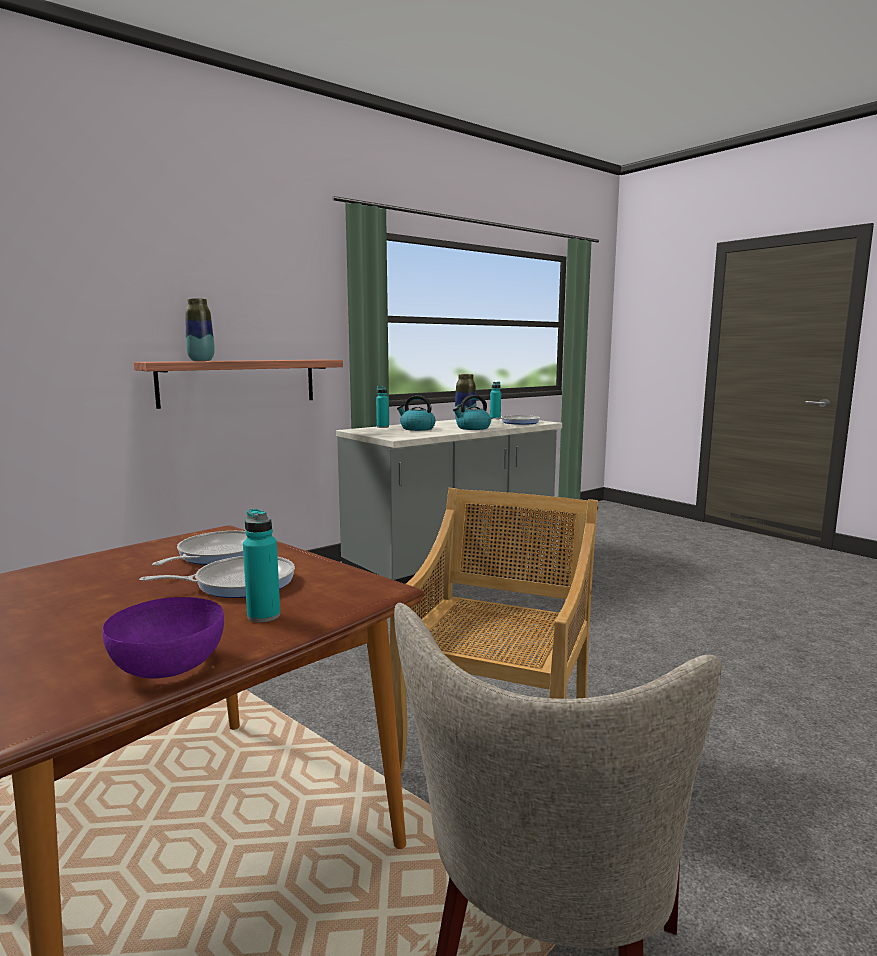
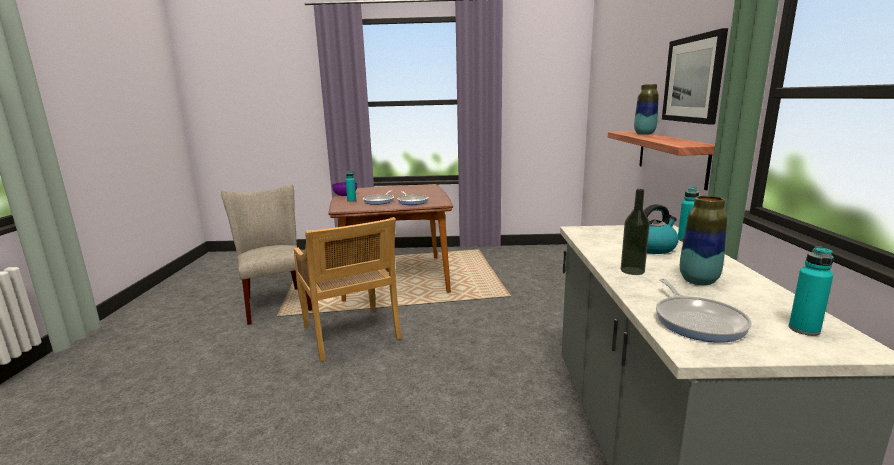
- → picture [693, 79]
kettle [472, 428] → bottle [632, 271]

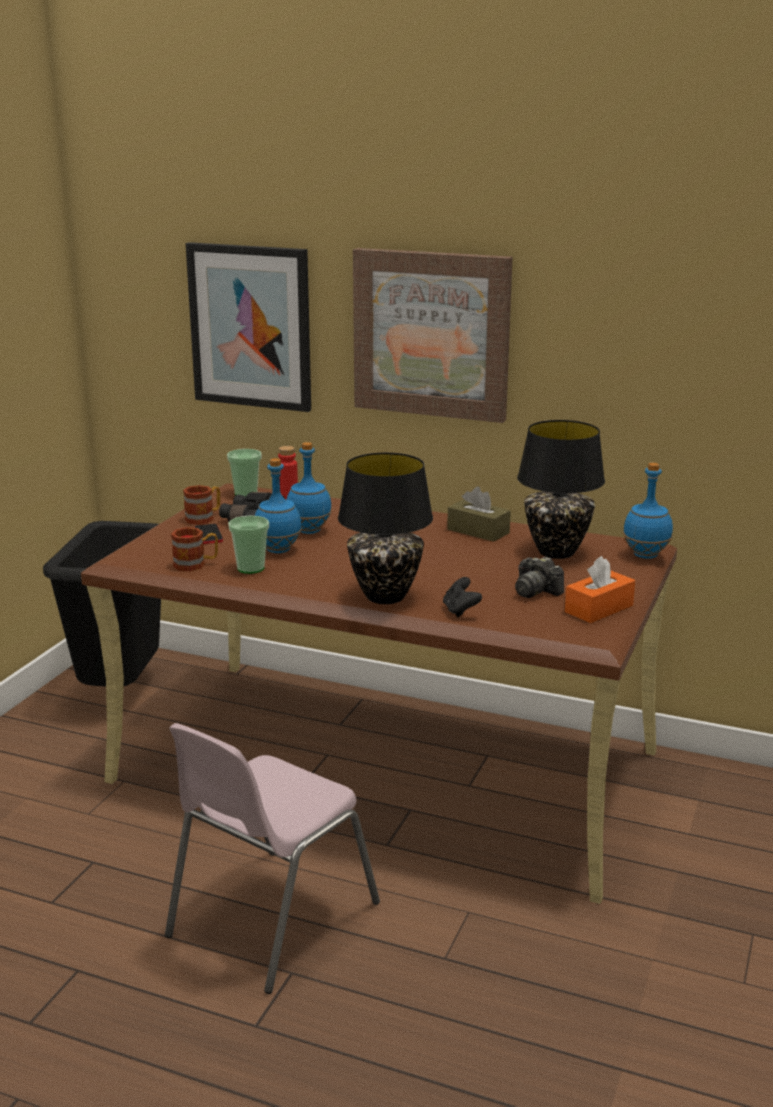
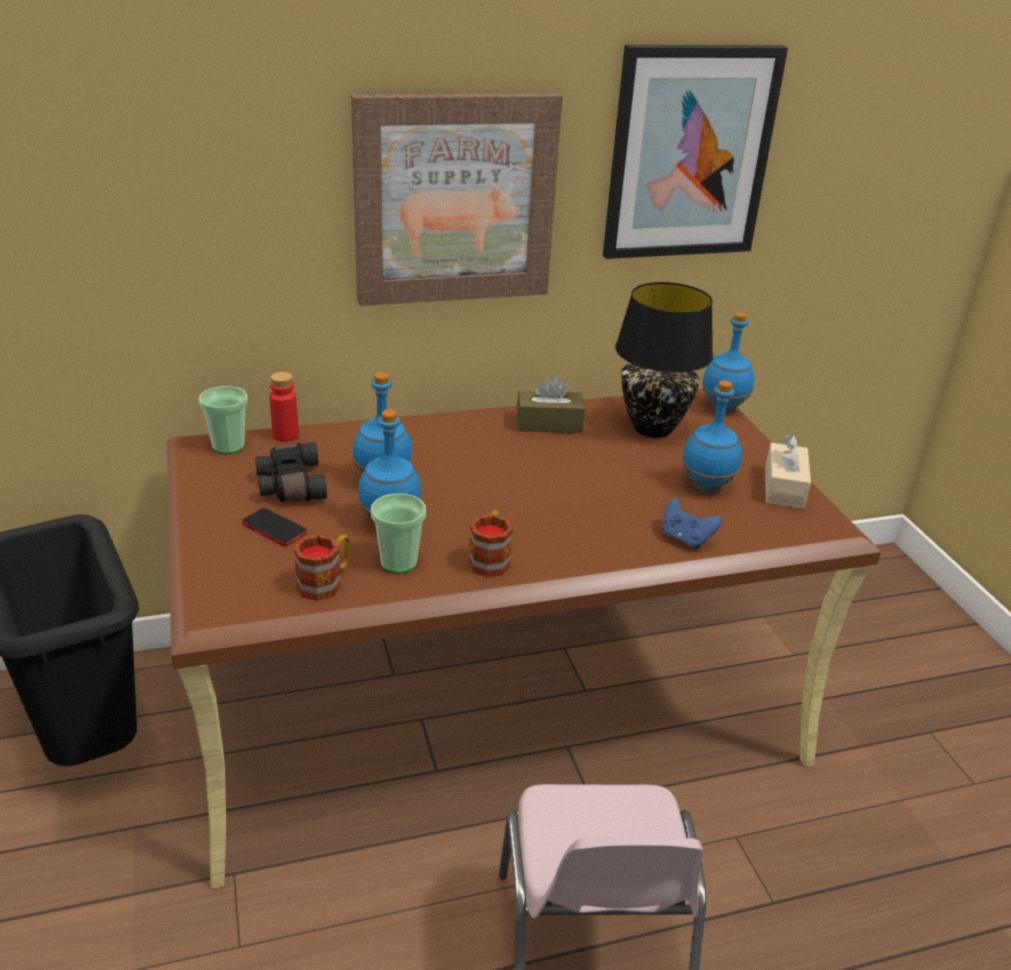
black table lamp [386, 596] → -
mug [204, 518] → mug [490, 559], moved
picture [250, 326] → picture [689, 153], moved
photo camera [535, 591] → blue bottle [707, 485]
black game controller [460, 611] → blue game controller [685, 539]
orange tissue box [599, 609] → beige tissue box [784, 488]

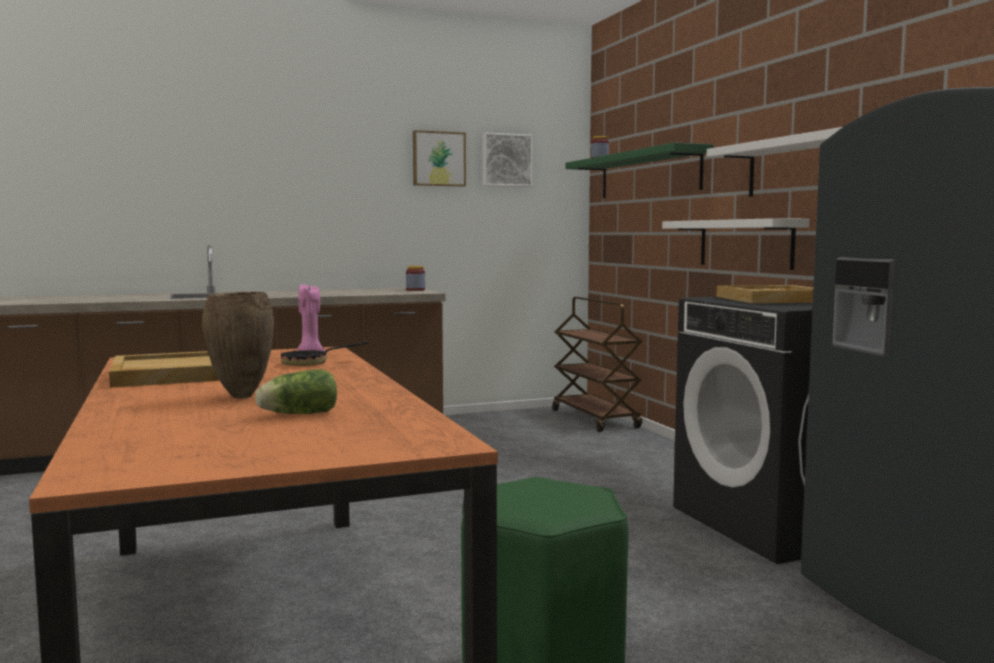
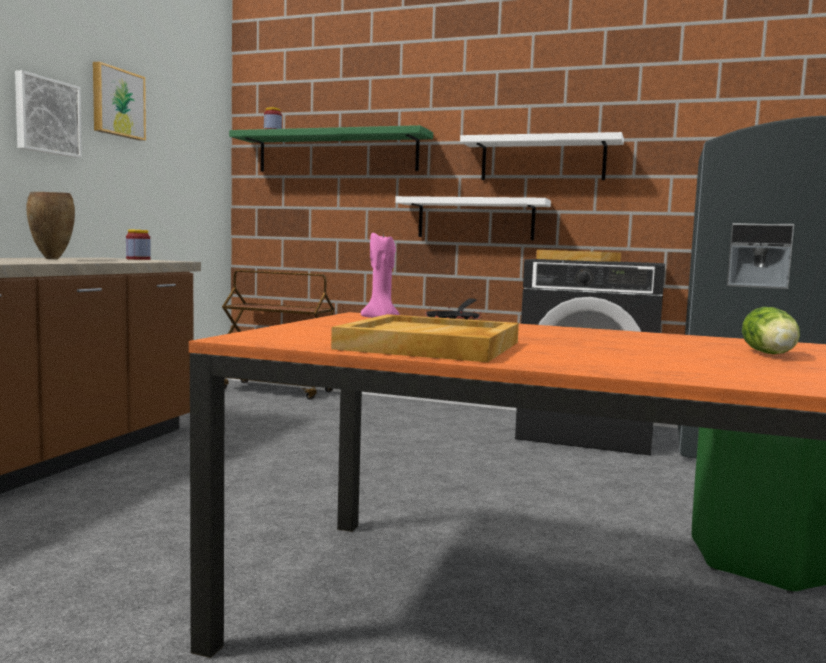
brown vase [240, 397] → brown vase [51, 259], moved
picture [506, 160] → picture [46, 116], moved

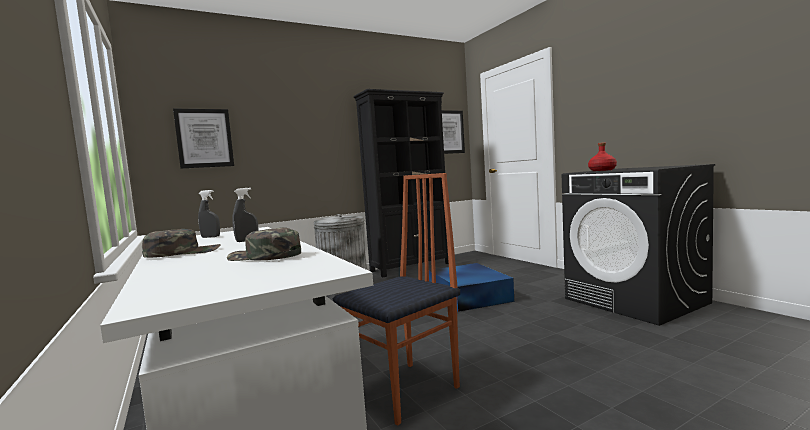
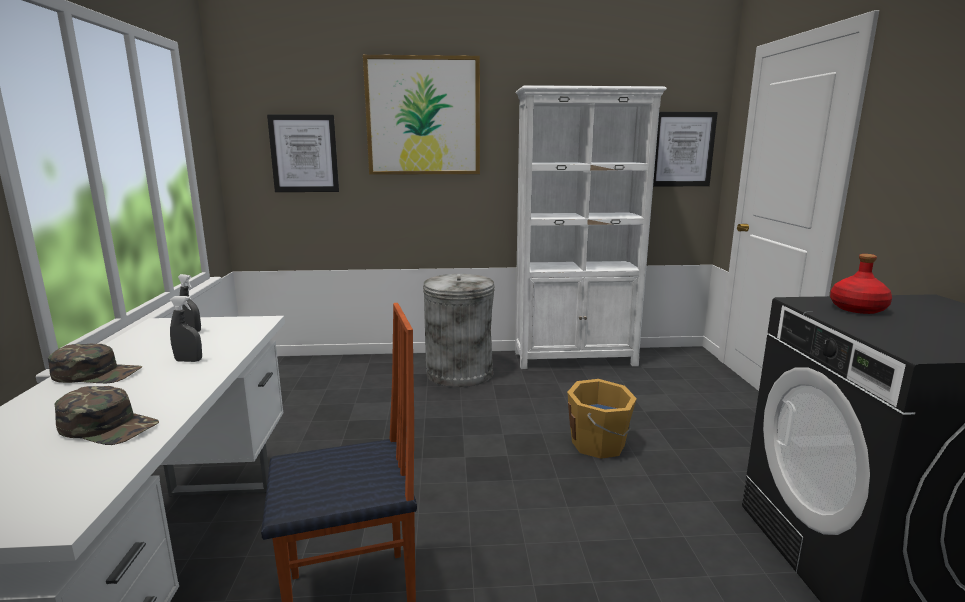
- → picture [423, 116]
blue storage box [469, 295] → orange bucket [599, 444]
black bookcase [411, 267] → white bookcase [575, 359]
green cap [264, 256] → green cap [109, 426], 150 degrees clockwise

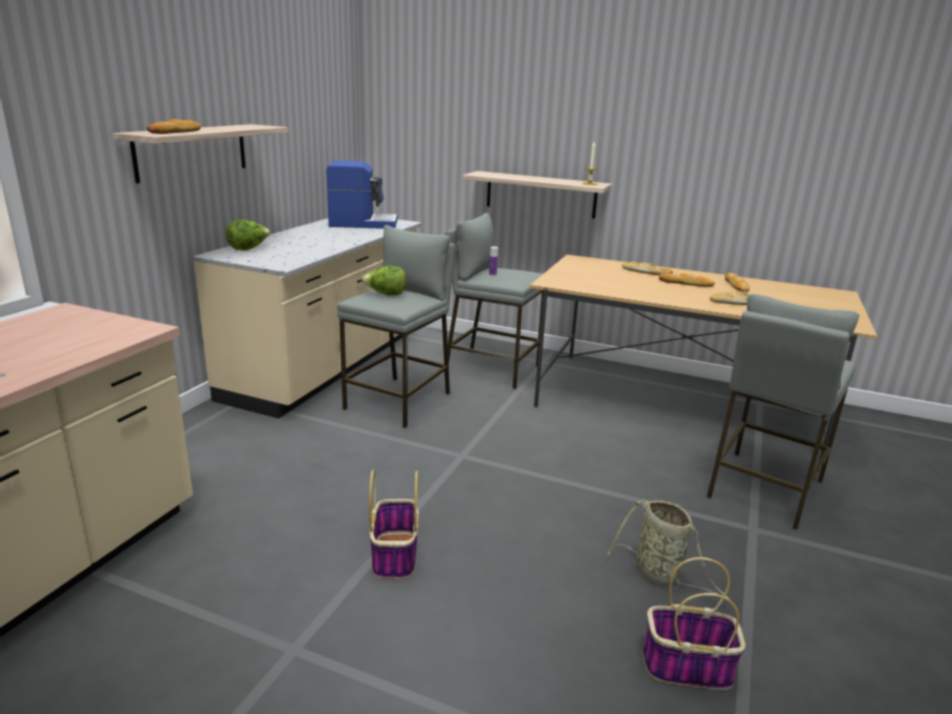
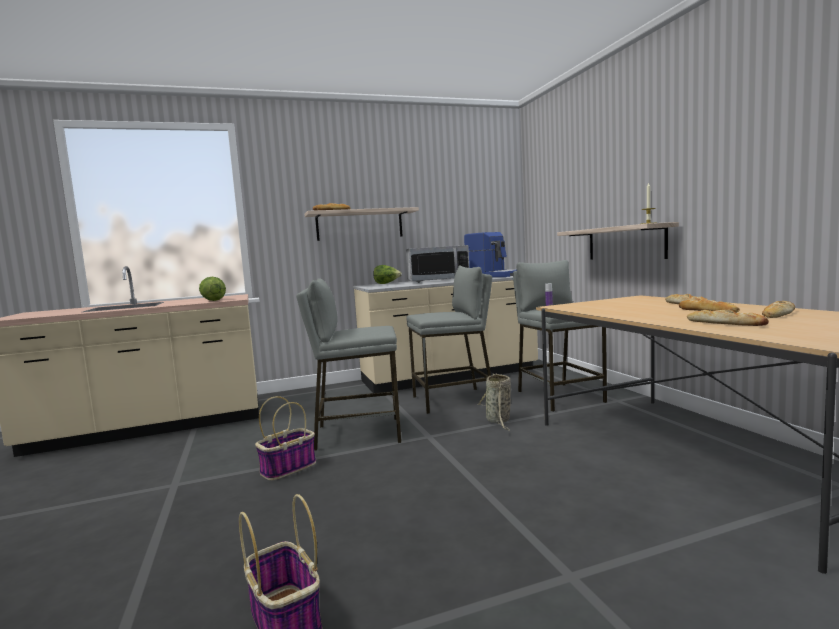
- → microwave [438, 280]
lettuce [385, 295] → lettuce [213, 300], moved
basket [660, 574] → basket [498, 421], moved
grey stool [763, 488] → grey stool [358, 433], moved

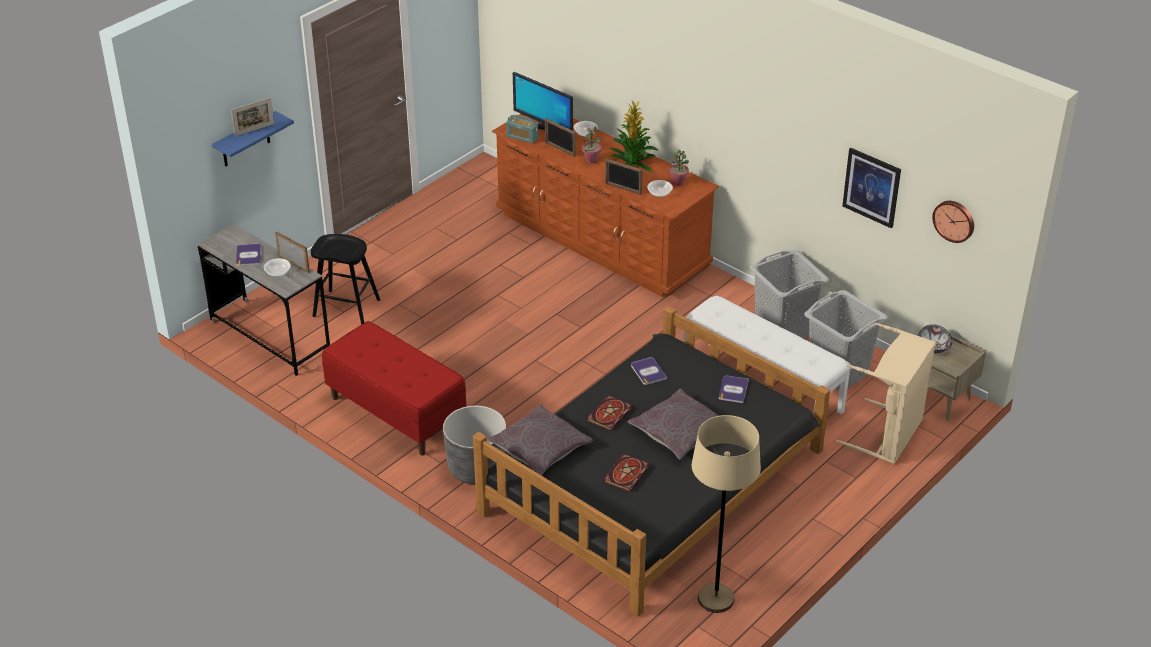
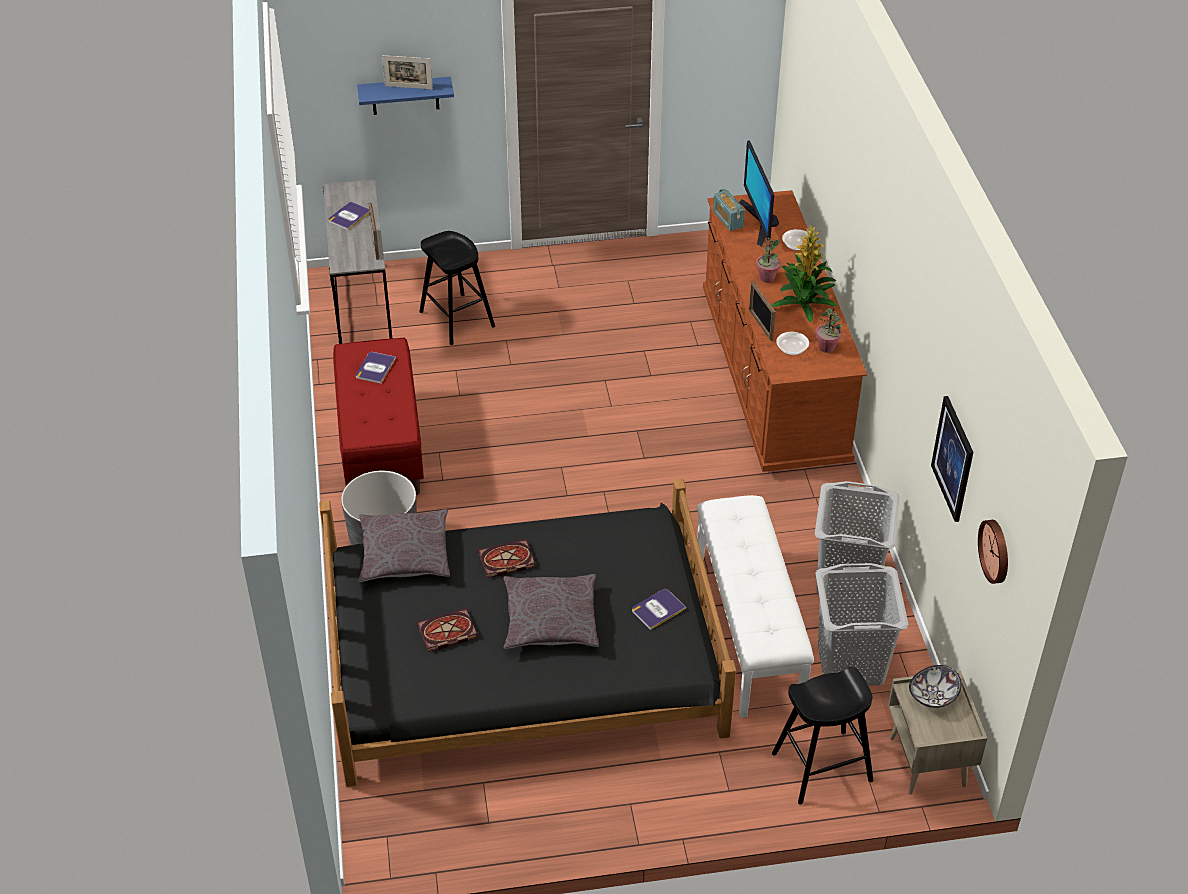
bowl [278, 273] → -
picture frame [560, 149] → -
beige floor lamp [716, 599] → -
book [648, 371] → book [375, 368], moved
beige laundry basket [888, 435] → black stool [822, 767]

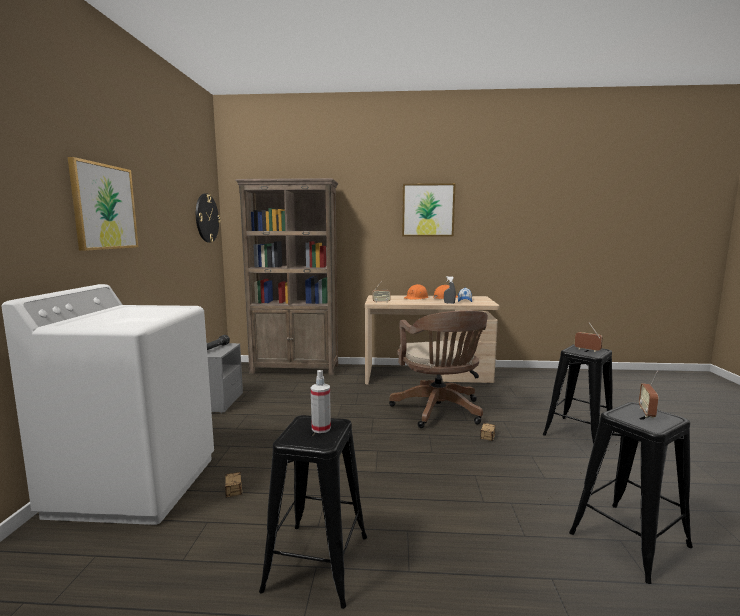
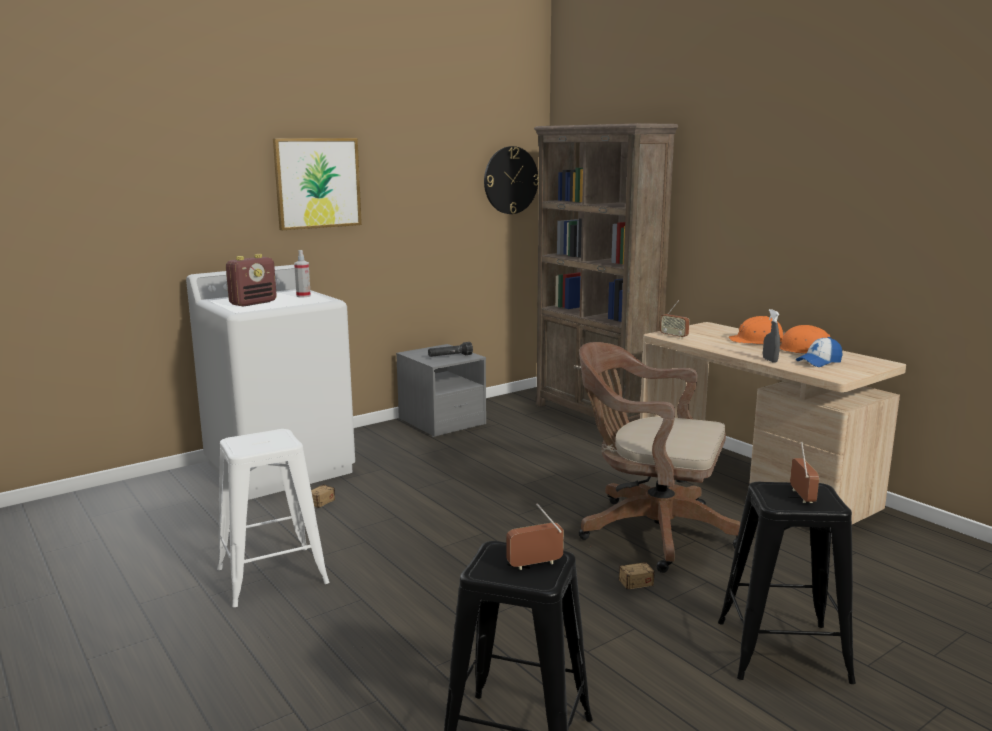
picture [428, 210] → -
- → radio [253, 303]
spray bottle [321, 428] → spray bottle [303, 296], moved
black stool [317, 562] → white stool [272, 576]
brown office chair [439, 411] → brown office chair [649, 531], 75 degrees clockwise

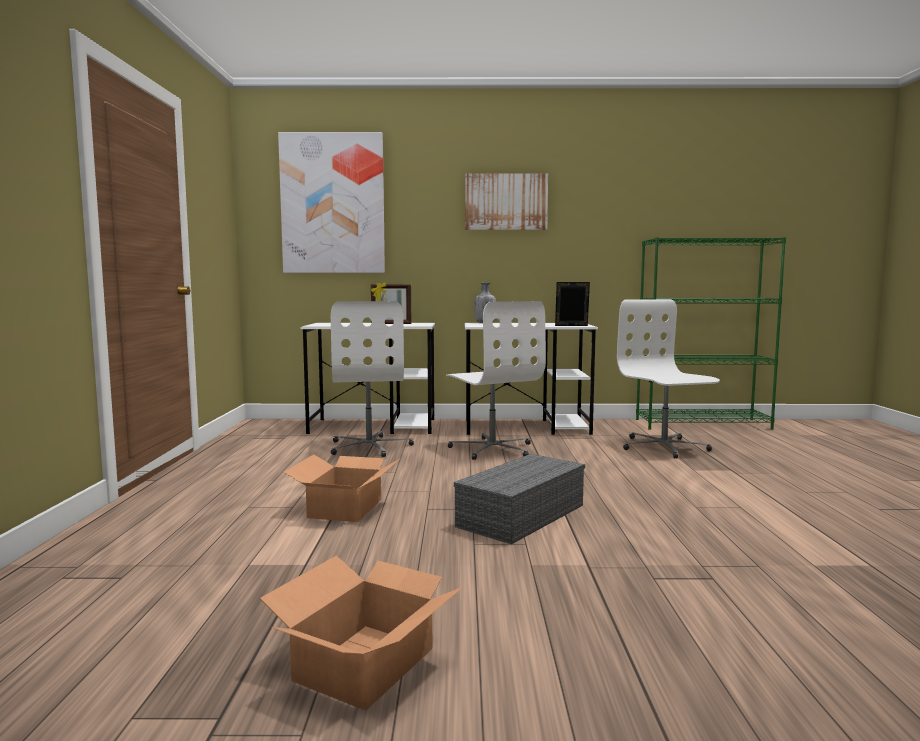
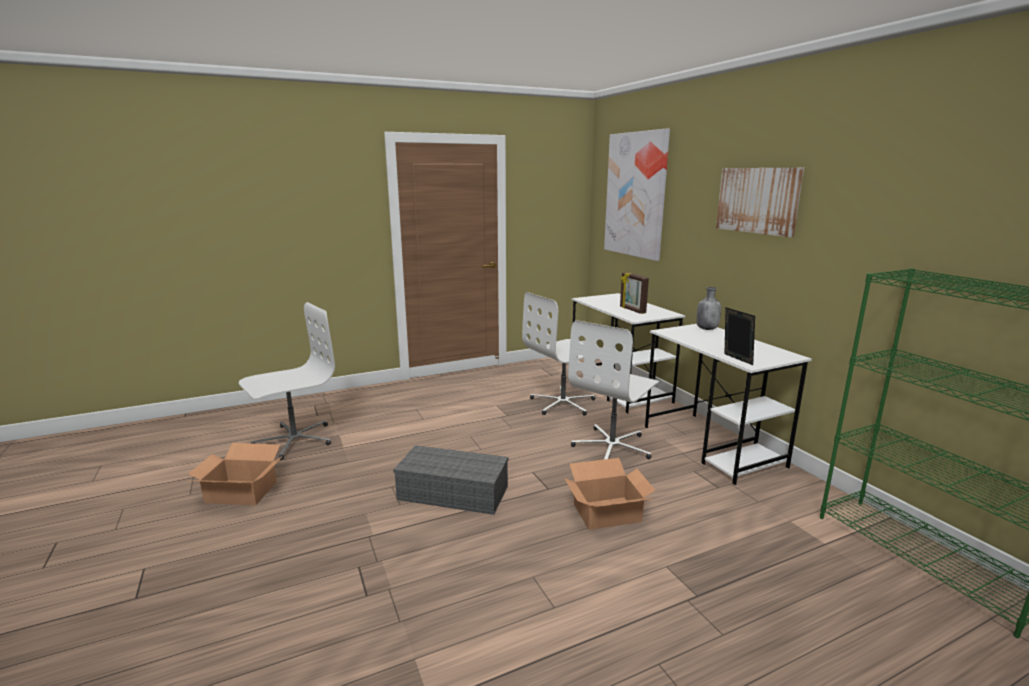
cardboard box [346, 508] → cardboard box [608, 513], moved
white office chair [663, 447] → white office chair [294, 440], moved

